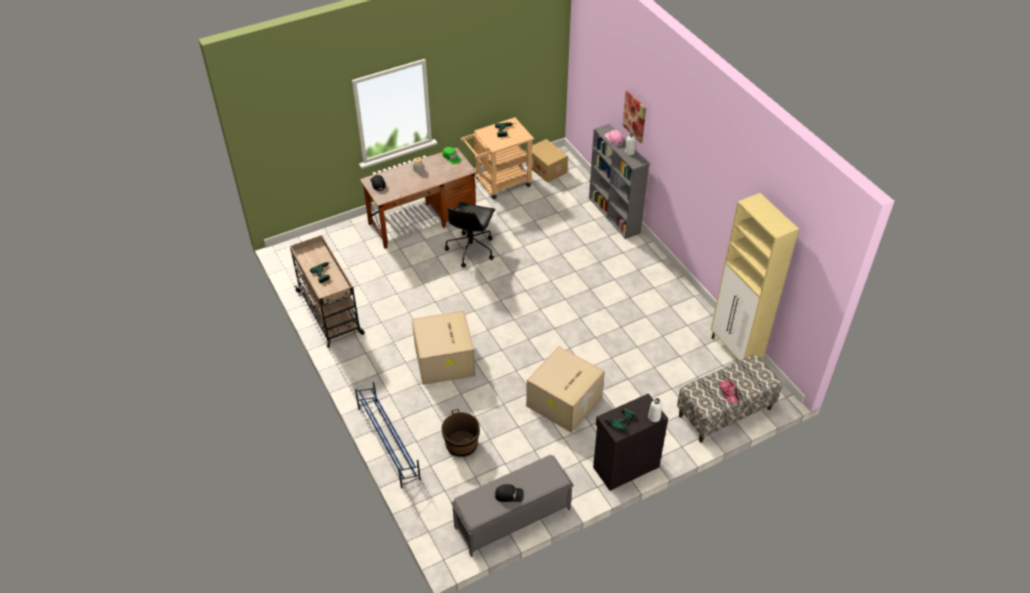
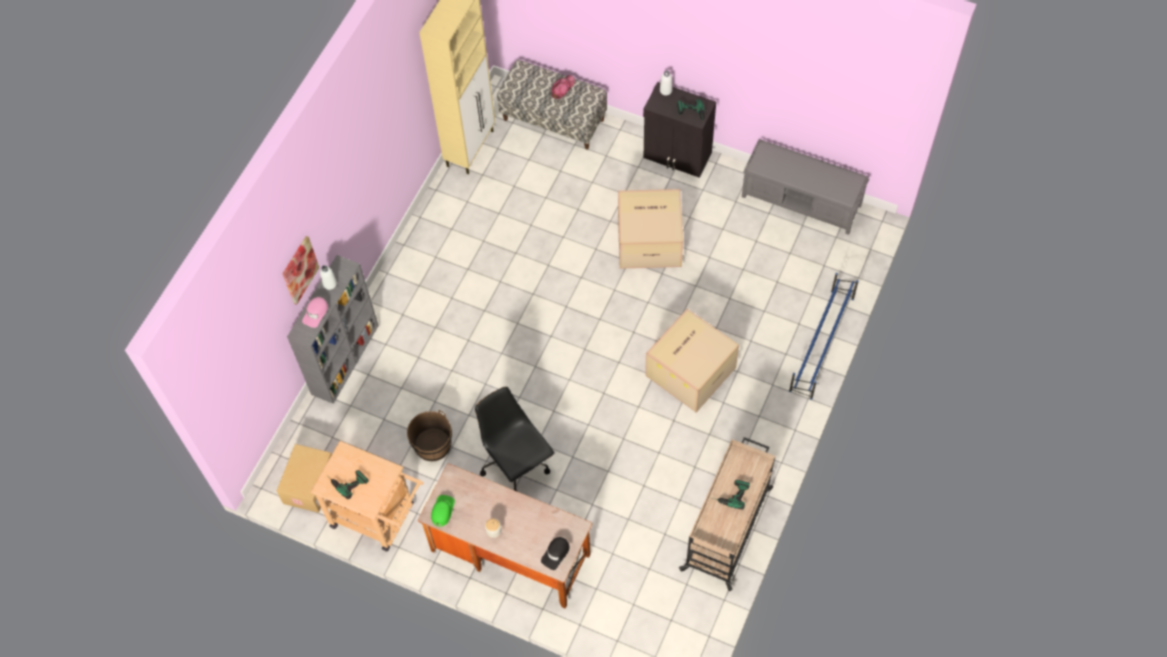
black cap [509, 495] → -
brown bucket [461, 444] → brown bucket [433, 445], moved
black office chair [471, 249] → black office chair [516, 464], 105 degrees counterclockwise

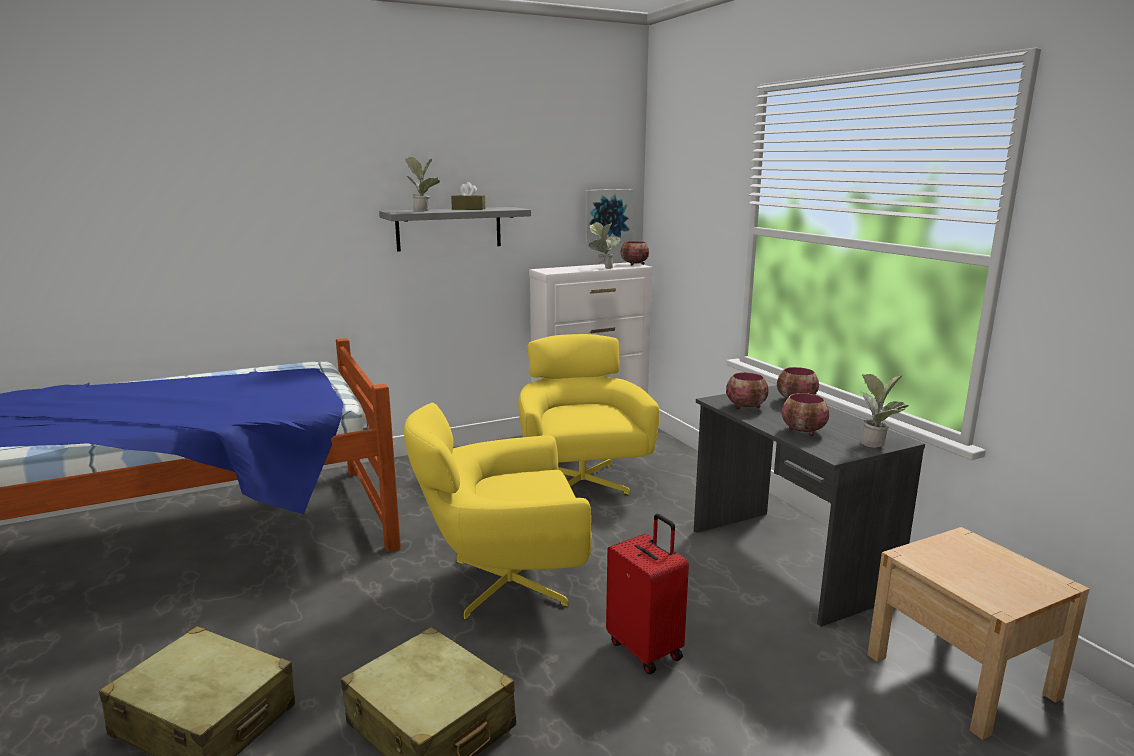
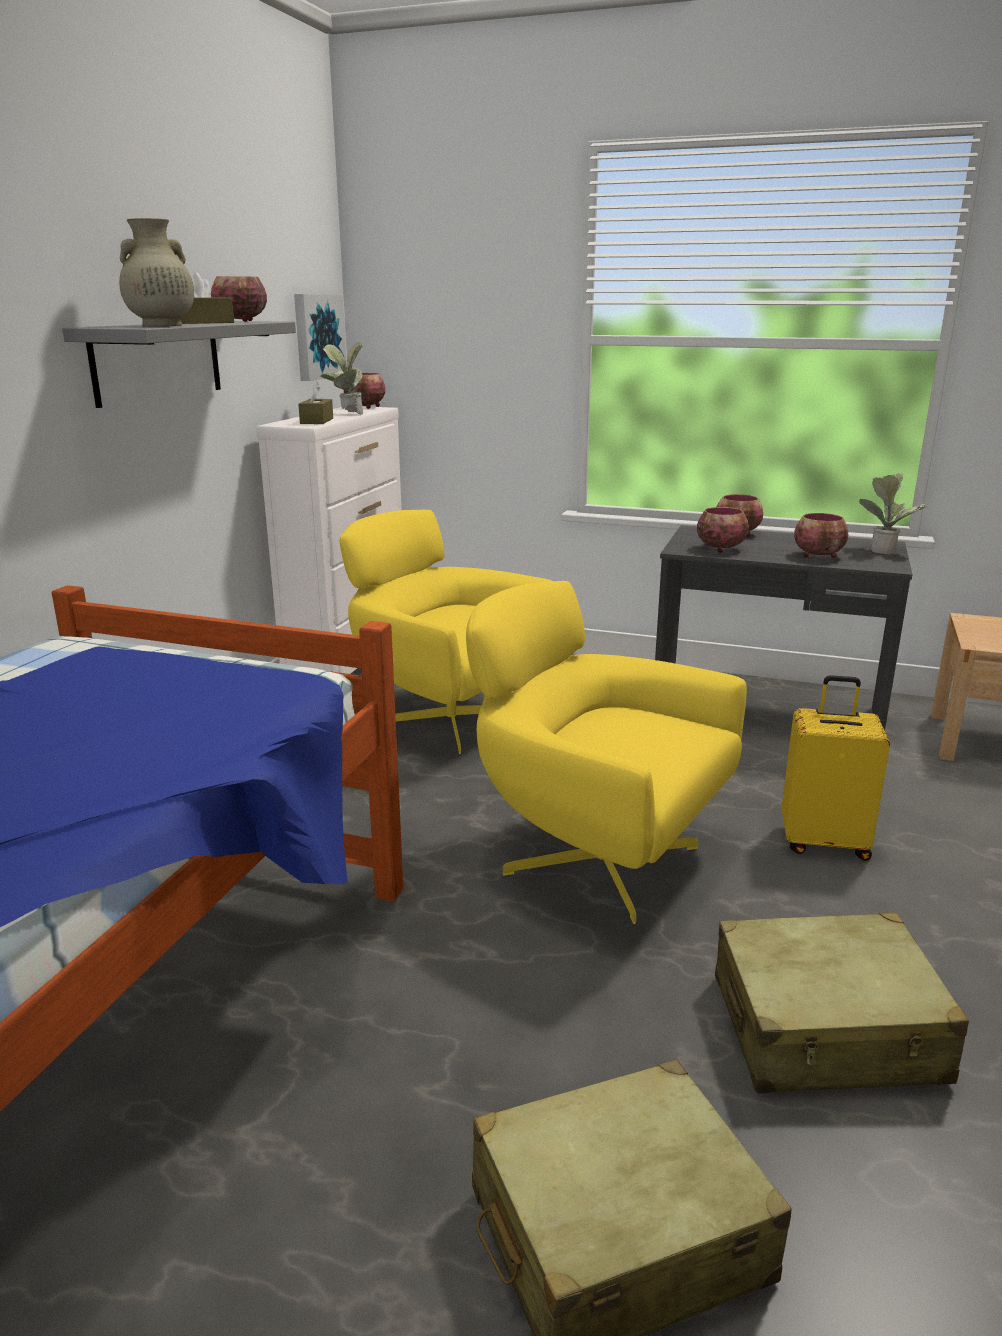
- → bowl [240, 321]
- → brown tissue box [317, 421]
potted plant [424, 211] → beige vase [161, 325]
red suitcase [646, 649] → yellow suitcase [824, 842]
yellow armchair [503, 583] → yellow armchair [594, 858], 90 degrees clockwise

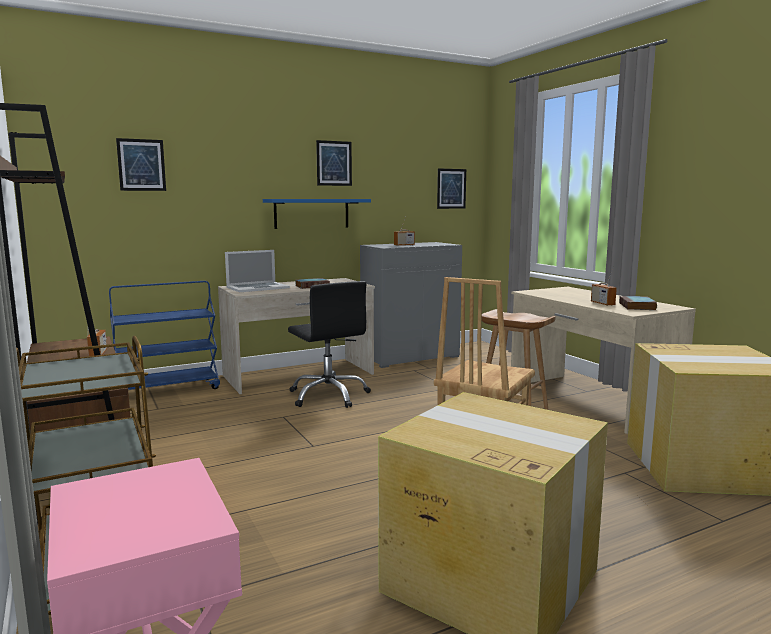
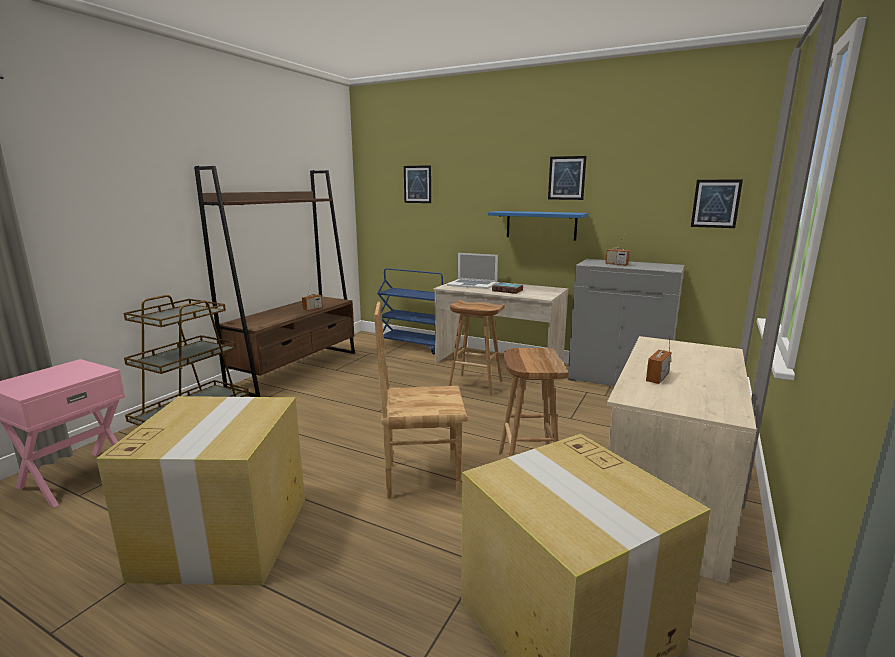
book [637, 306] → -
black office chair [329, 395] → brown stool [474, 385]

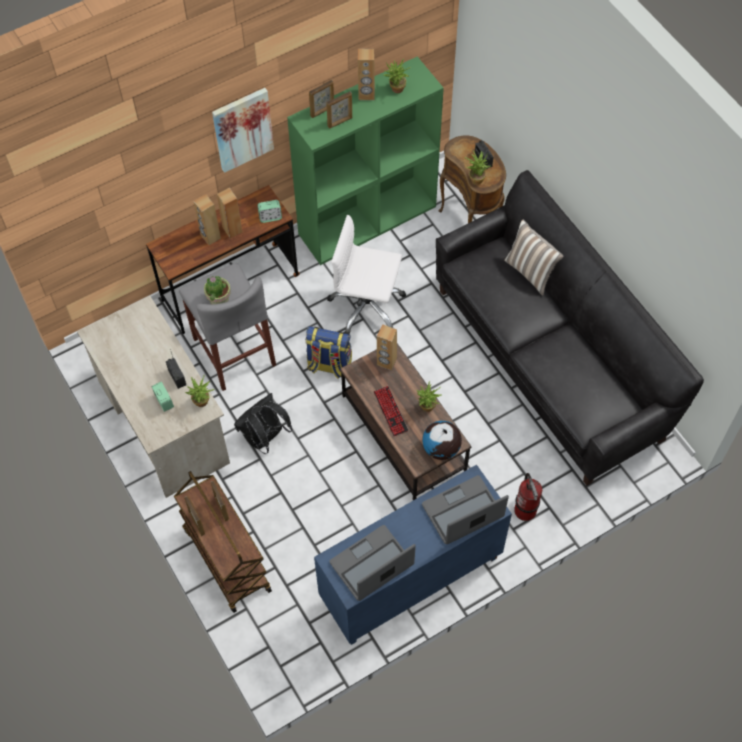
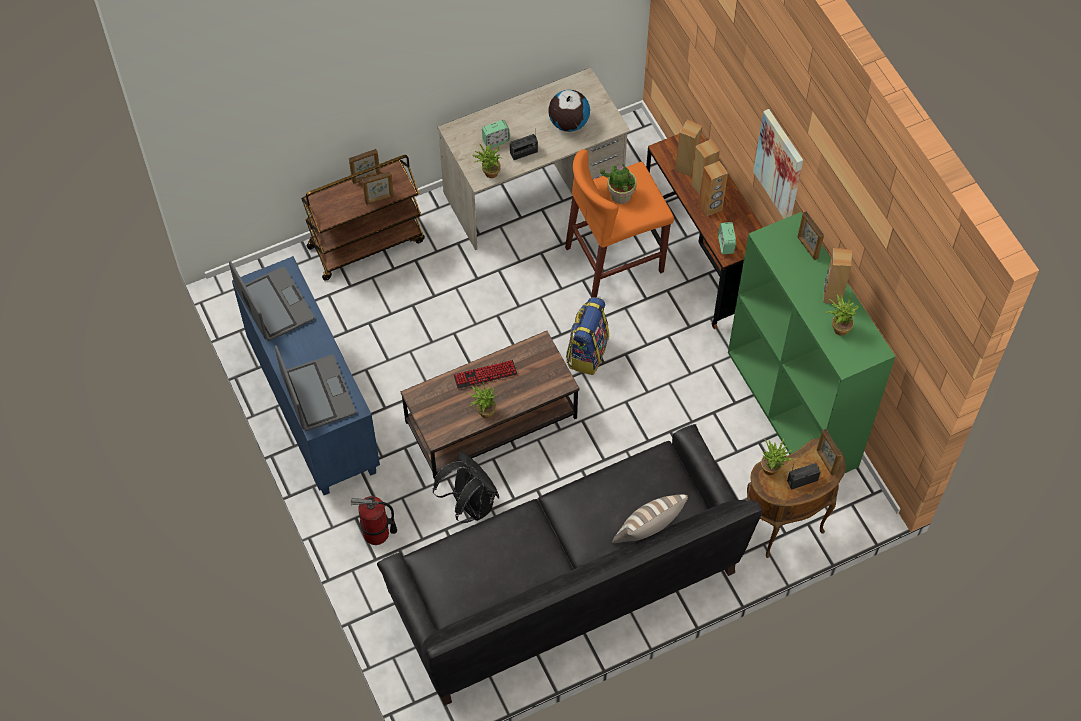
white office chair [366, 307] → -
black backpack [265, 438] → black backpack [469, 504], moved
picture frame [340, 122] → picture frame [825, 462], moved
brown speaker [386, 362] → brown speaker [686, 166], moved
globe [441, 449] → globe [568, 123], moved
grey stool [234, 351] → orange stool [614, 259]

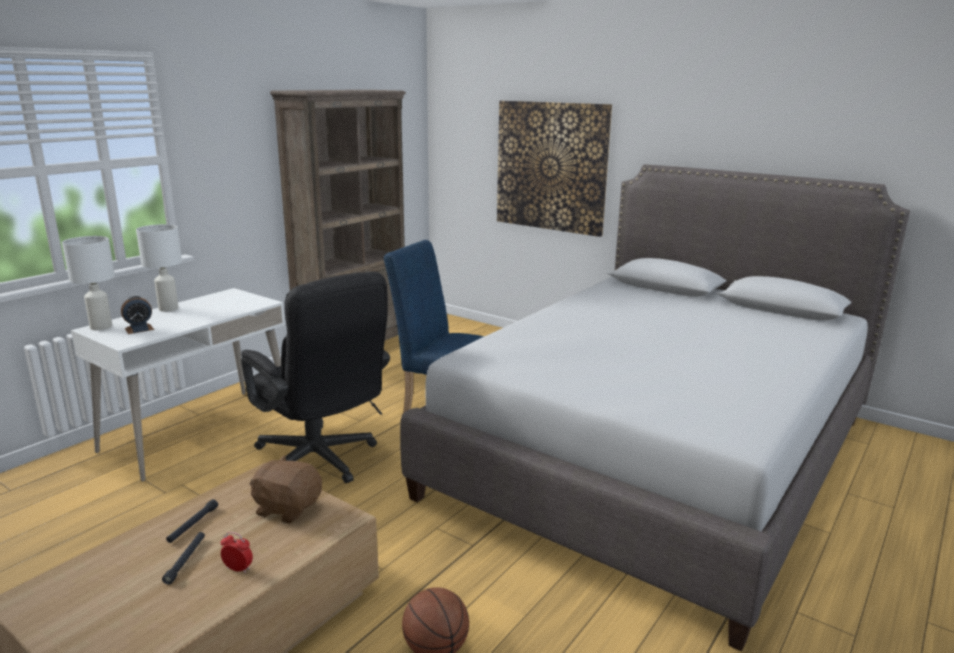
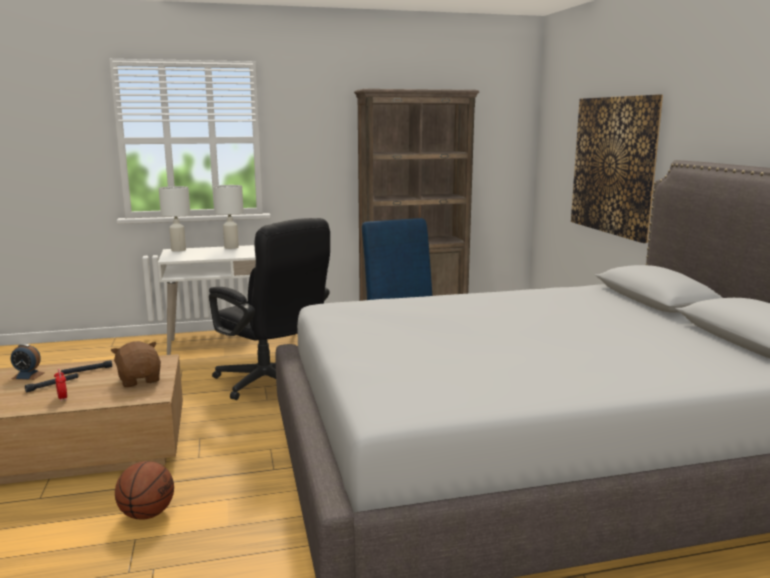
alarm clock [139, 329] → alarm clock [28, 375], moved
black office chair [321, 462] → black office chair [272, 384], 45 degrees counterclockwise

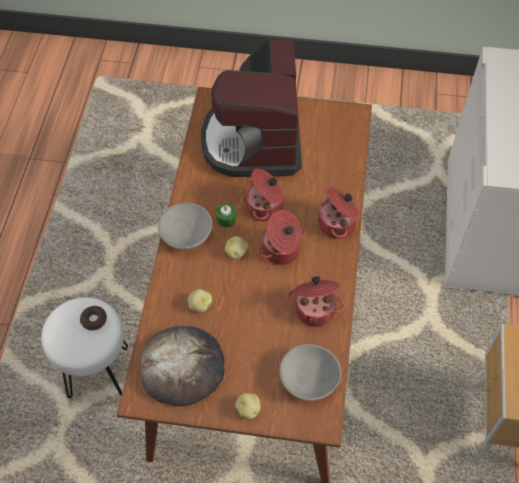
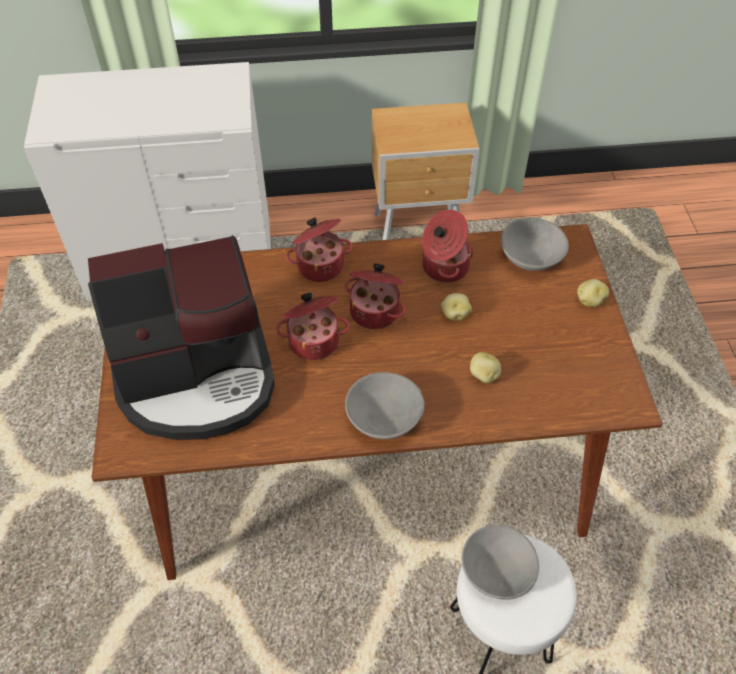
bread [183, 367] → -
green candle [226, 219] → -
potato [237, 252] → potato [455, 314], moved
donut [94, 320] → grey bowl [496, 571]

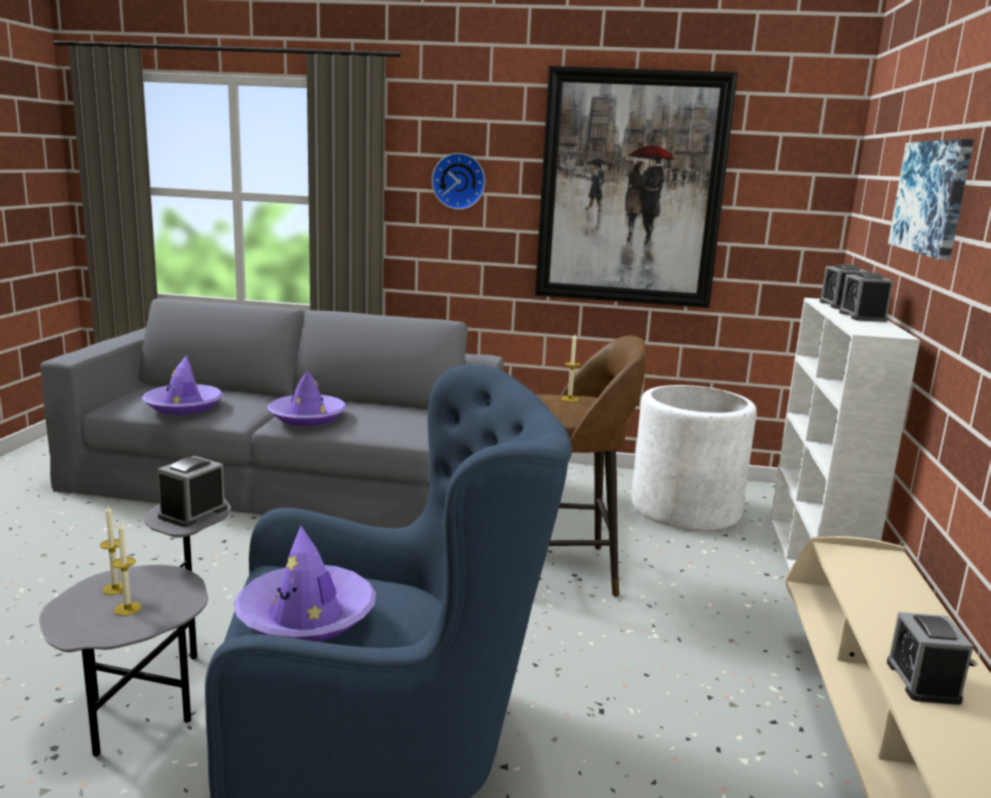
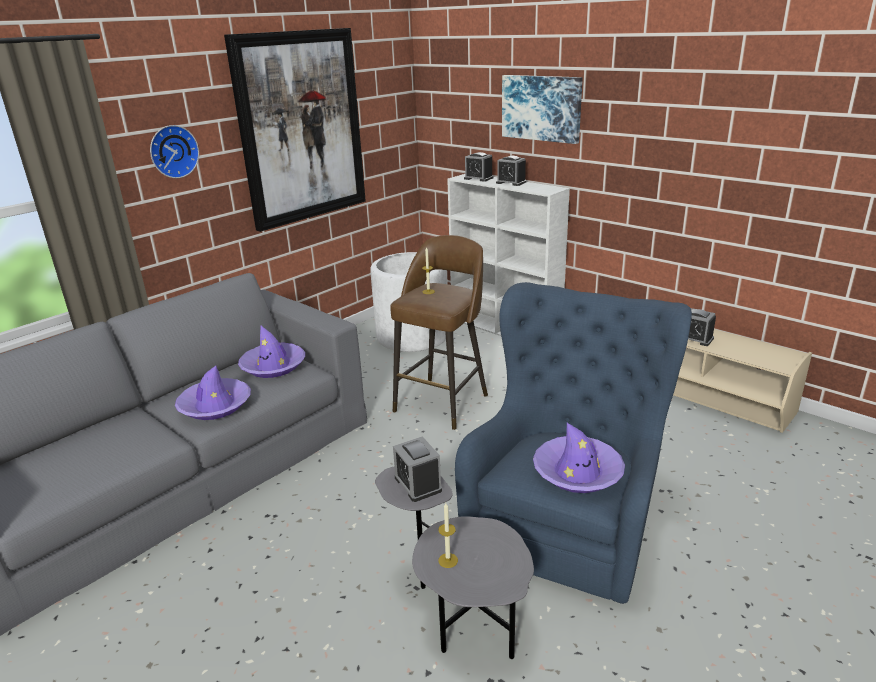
candle [127, 609] → -
purple hat [184, 406] → purple hat [273, 366], moved

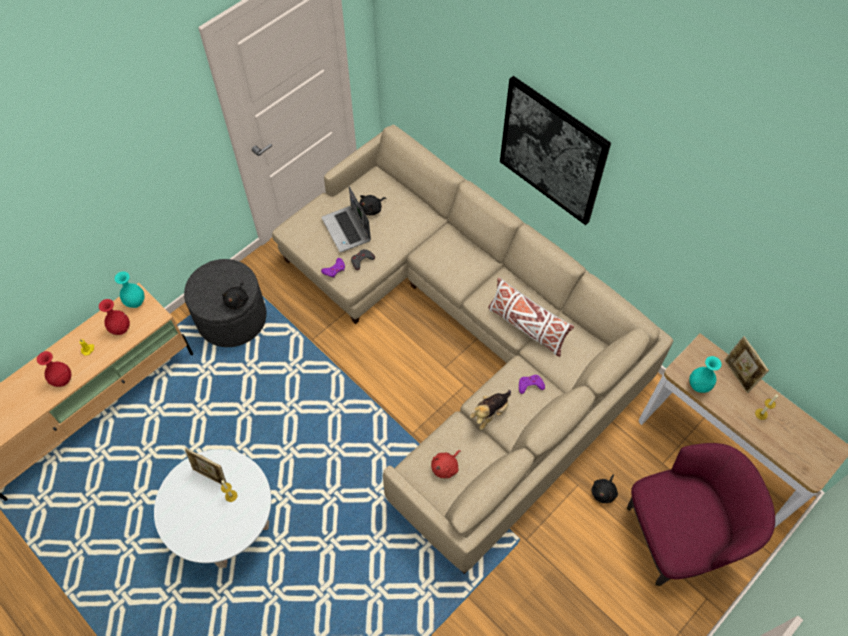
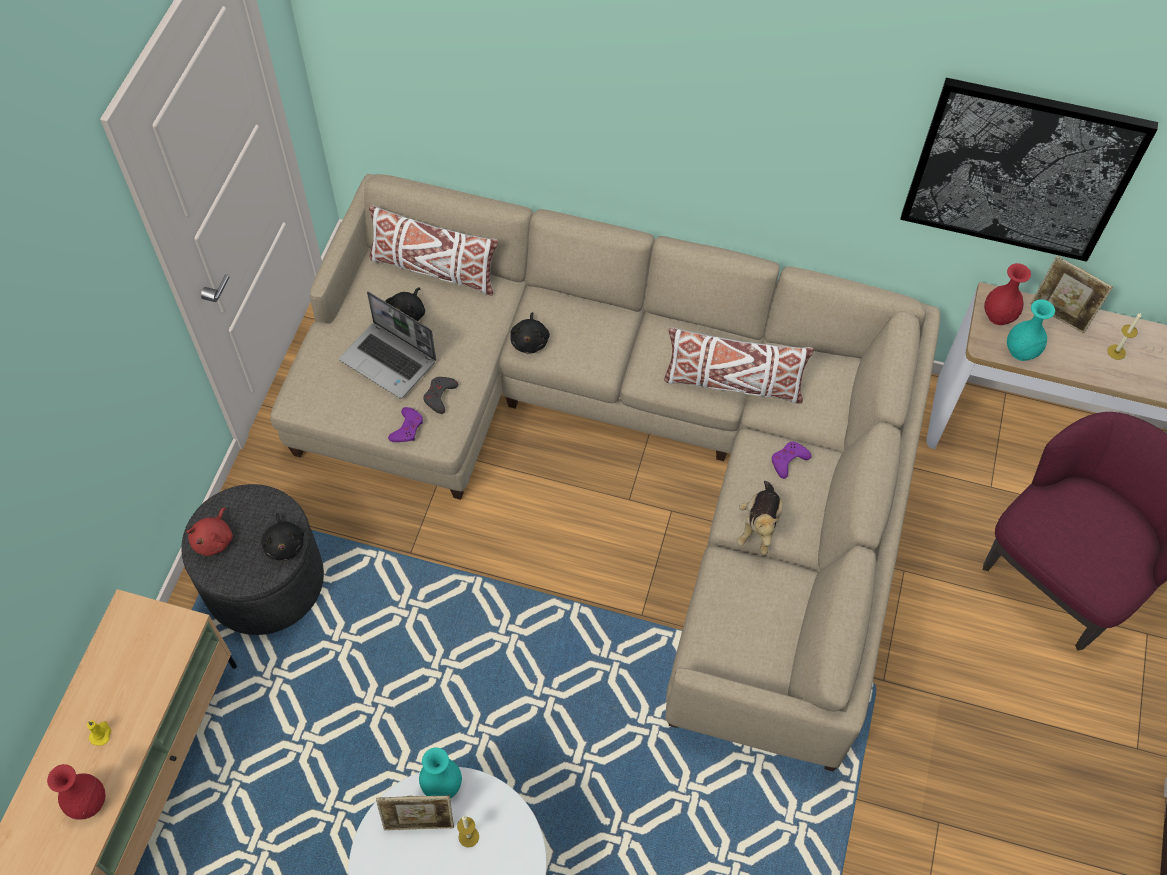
- → white pillow [433, 269]
red vase [121, 328] → red vase [999, 316], moved
turquoise vase [135, 301] → turquoise vase [441, 784], moved
red plush toy [446, 467] → red plush toy [214, 539], moved
picture [552, 151] → picture [1020, 170], moved
black plush toy [604, 492] → black plush toy [530, 341], moved

